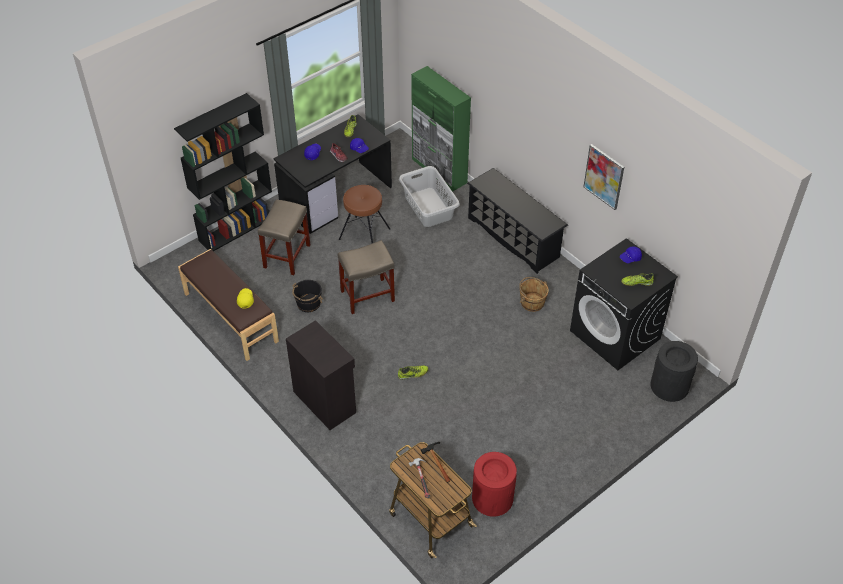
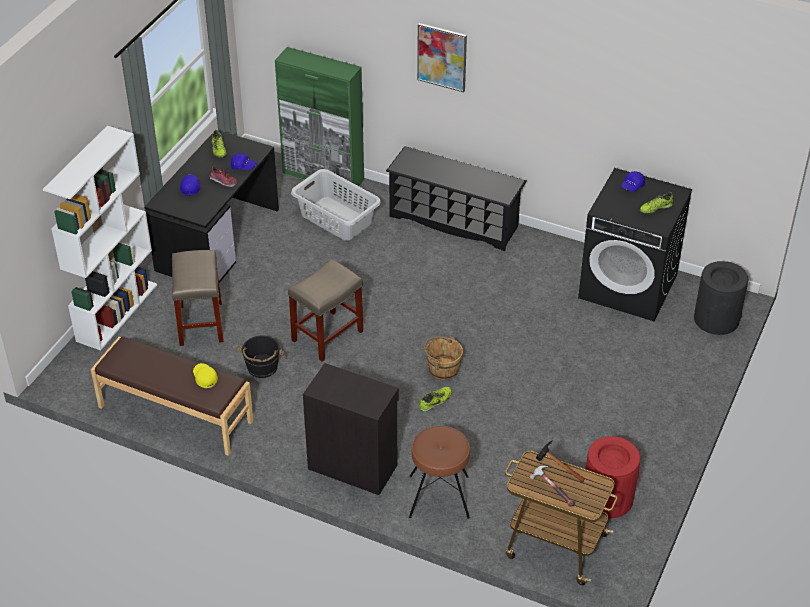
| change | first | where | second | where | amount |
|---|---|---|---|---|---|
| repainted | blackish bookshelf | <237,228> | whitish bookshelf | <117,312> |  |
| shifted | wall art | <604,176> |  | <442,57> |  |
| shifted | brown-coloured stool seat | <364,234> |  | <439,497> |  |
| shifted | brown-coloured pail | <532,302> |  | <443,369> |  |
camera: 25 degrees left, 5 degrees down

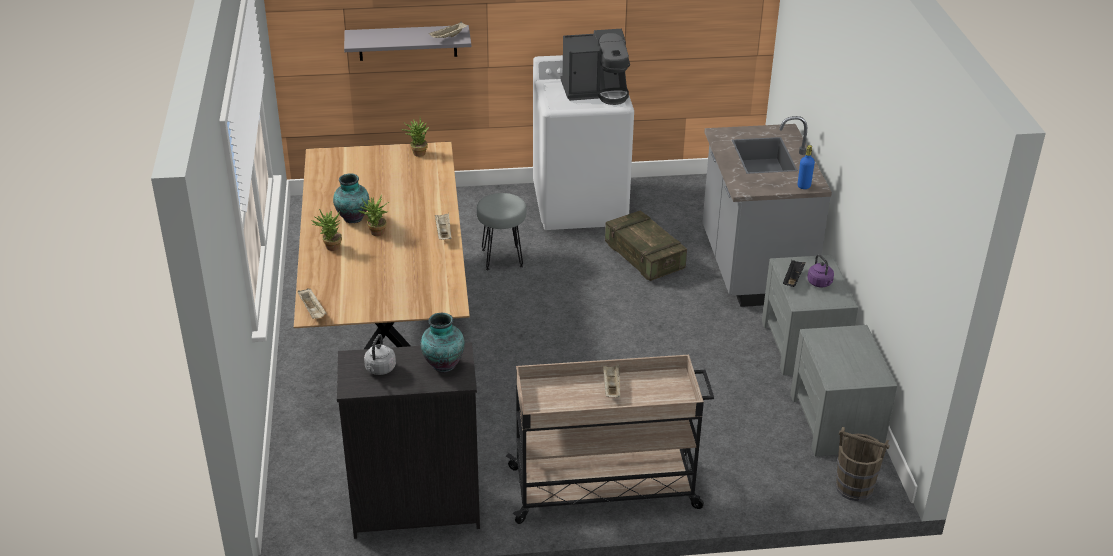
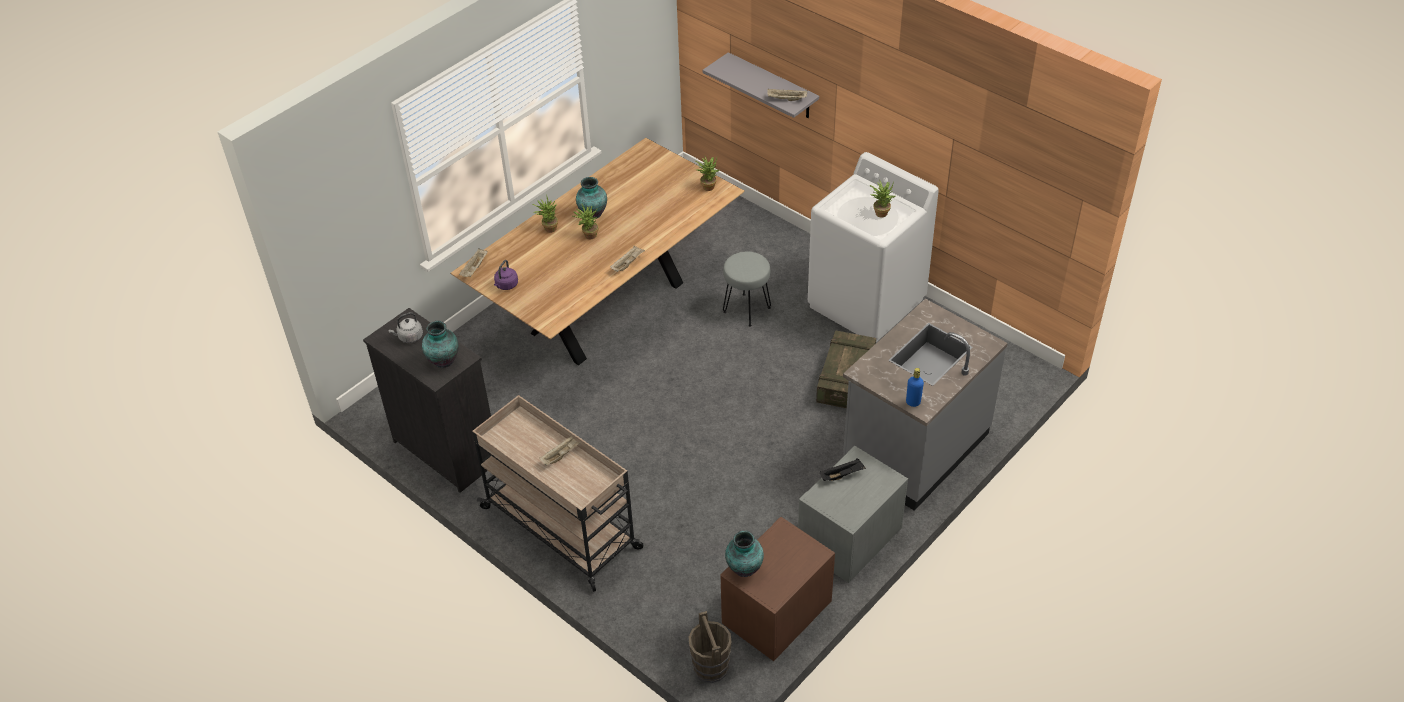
| change | first | where | second | where | amount |
|---|---|---|---|---|---|
| swapped | coffee maker | <596,91> | plant in a pot | <880,212> |  |
| shifted | purplish tea kettle | <820,283> |  | <506,285> |  |
| repainted | grey bedside table | <835,422> | brown-coloured bedside table | <776,612> |  |
| new |  |  | flower vase | <743,569> |  |
camera: 50 degrees right, 10 degrees up

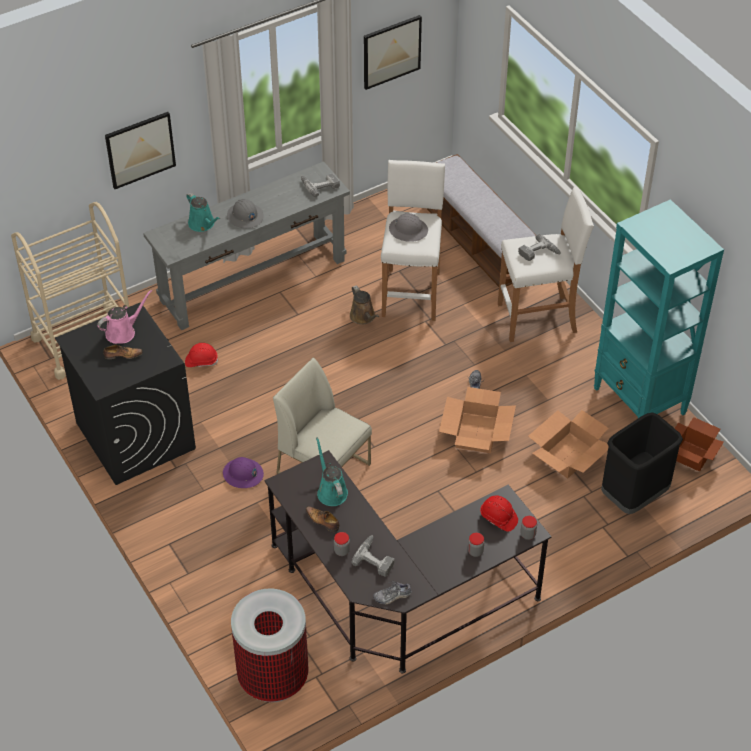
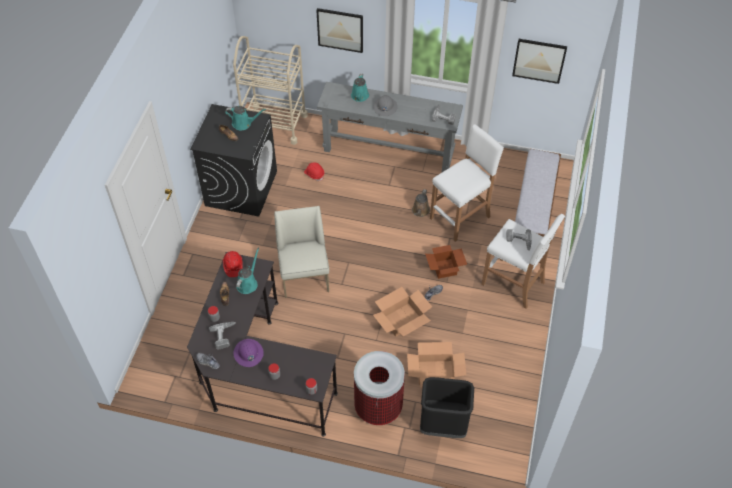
| change | first | where | second | where | amount |
|---|---|---|---|---|---|
| gone | blue-green bookshelf | <639,402> |  |  |  |
| gone | grey hard hat | <408,230> |  |  |  |
| repainted | pinkish sprinkling can | <123,332> | blue-green sprinkling can | <243,123> |  |
| shifted | cardboard box | <693,455> |  | <445,269> |  |
| shifted | purplish hard hat | <243,474> |  | <248,353> |  |
| shifted | reddish hard hat | <498,518> |  | <233,266> |  |
| shifted | waste bin | <273,678> |  | <378,407> |  |
camera: 45 degrees right, 5 degrees up

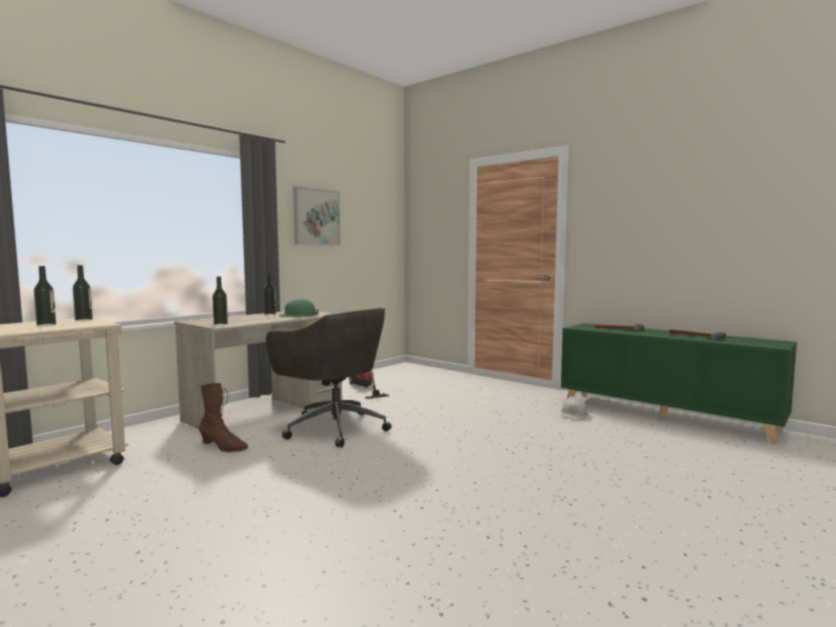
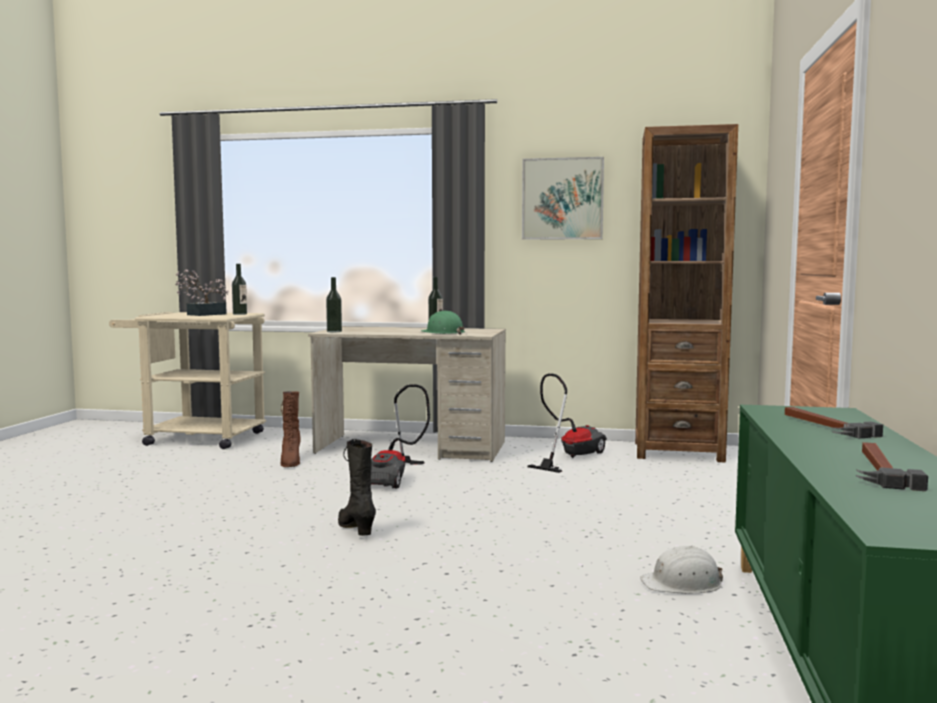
| change | first | where | second | where | amount |
|---|---|---|---|---|---|
| swapped | beverage bottle | <46,325> | plant in a pot | <202,314> |  |
| swapped | grey desk chair | <333,428> | hoover | <395,478> |  |
| new |  |  | brown-coloured bookshelf | <678,452> |  |
| new |  |  | blackish tall boot | <356,528> |  |
camera: 60 degrees right, 0 degrees up

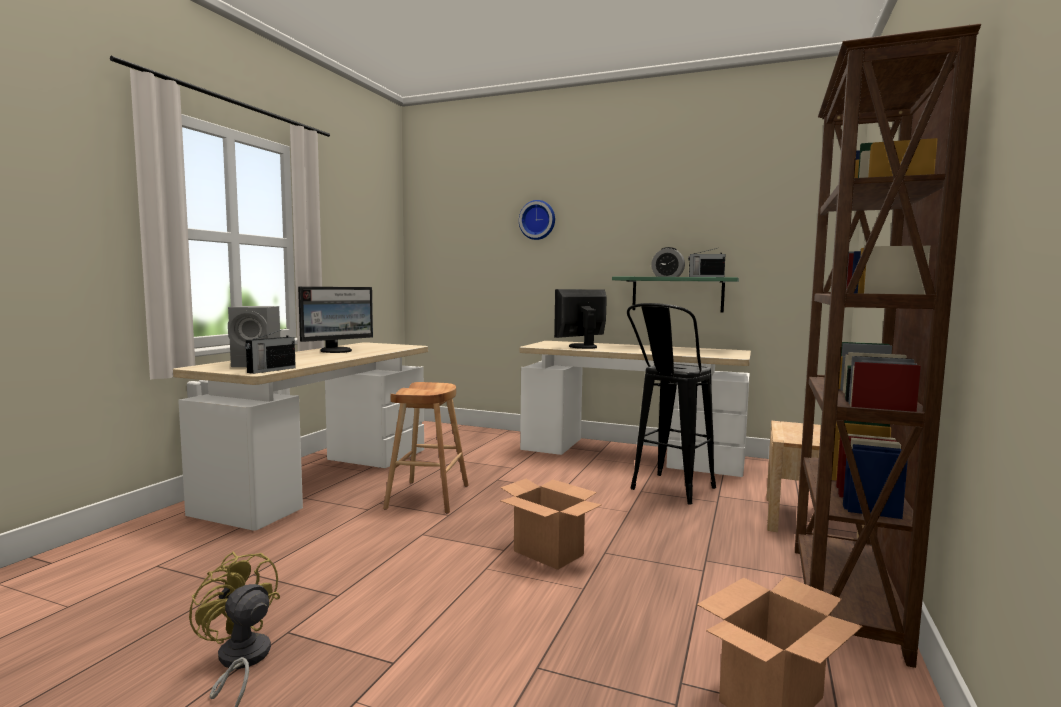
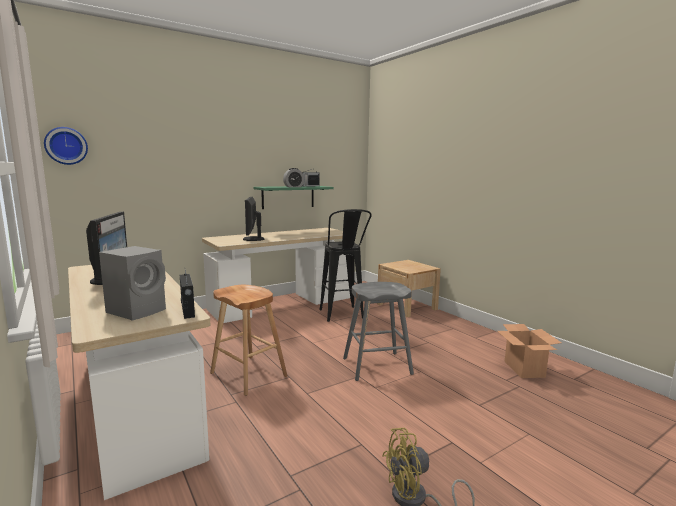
| change | first | where | second | where | amount |
|---|---|---|---|---|---|
| gone | brown-coloured bookshelf | <842,599> |  |  |  |
| shifted | wall clock | <538,220> |  | <66,146> |  |
| swapped | cardboard box | <549,553> | grey stool seat | <376,366> |  |
camera: 55 degrees left, 5 degrees up

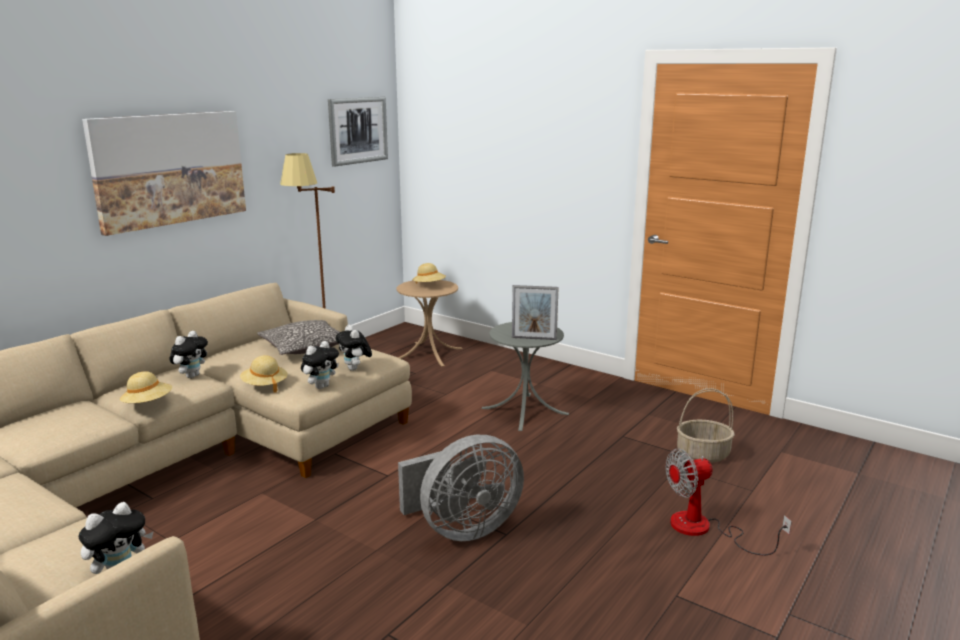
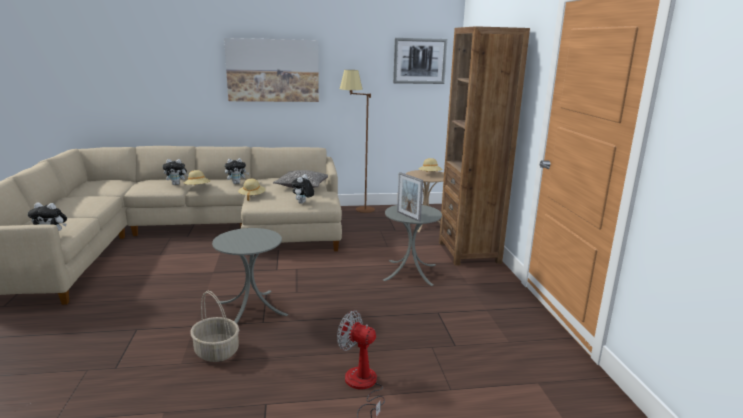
| change | first | where | second | where | amount |
|---|---|---|---|---|---|
| shifted | soft toy | <321,386> |  | <177,184> |  |
| shifted | storage basket | <703,454> |  | <217,351> |  |
| swapped | grey electric fan | <462,529> | grey side table | <251,308> |  |
| new |  |  | brown-coloured bookshelf | <469,252> |  |
camera: 45 degrees right, 0 degrees up

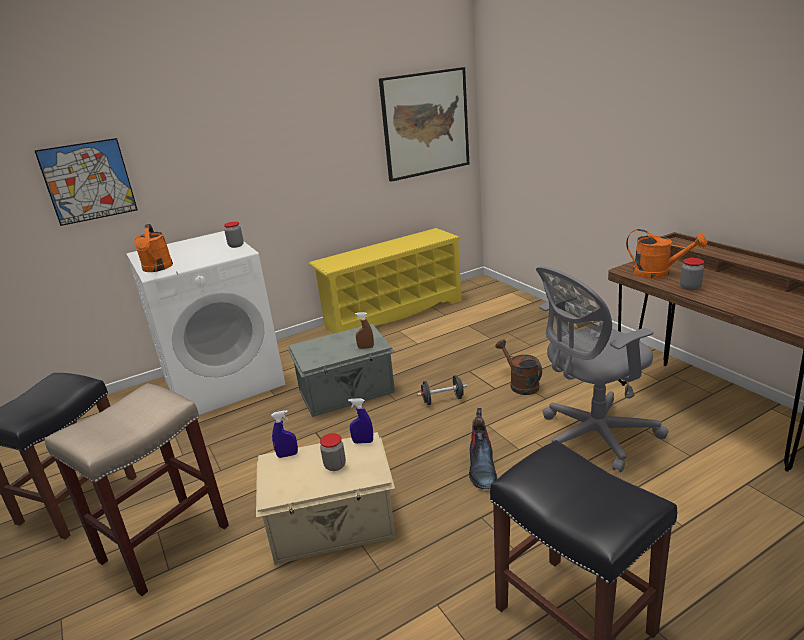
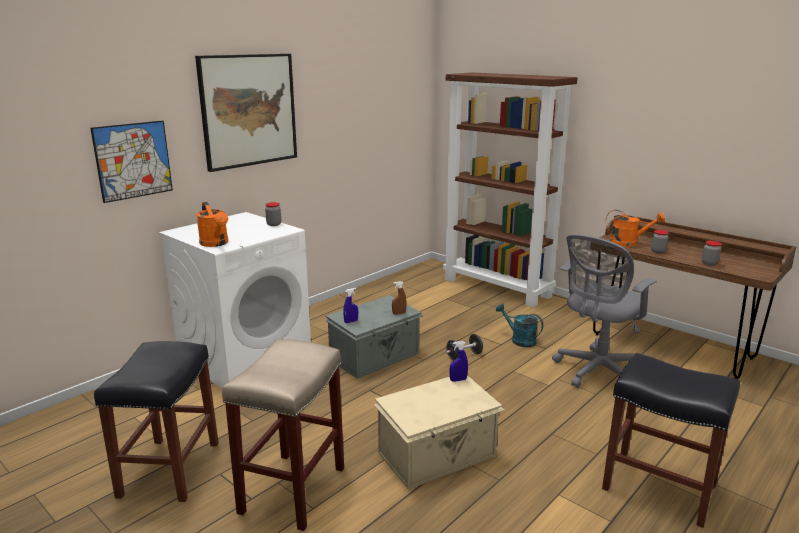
| change | first | where | second | where | amount |
|---|---|---|---|---|---|
| shifted | wall art | <425,124> |  | <249,110> |  |
| gone | yellowish shoe shelf | <393,313> |  |  |  |
| repainted | brown-coloured sprinkling can | <520,384> | blue-green sprinkling can | <519,340> |  |
| gone | tall boot | <482,467> |  |  |  |
| shifted | blue-coloured spray bottle | <287,455> |  | <351,321> |  |
| shifted | preserve jar | <335,465> |  | <709,263> |  |
| new |  |  | brown-coloured bookshelf | <498,288> |  |
camera: 20 degrees left, 5 degrees down

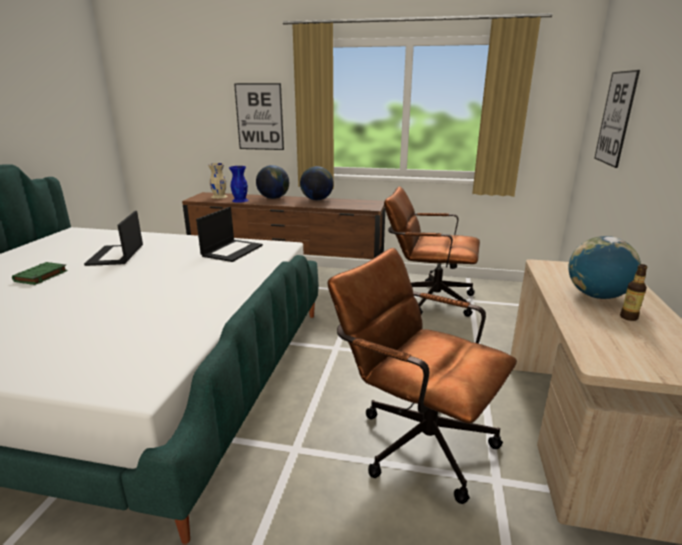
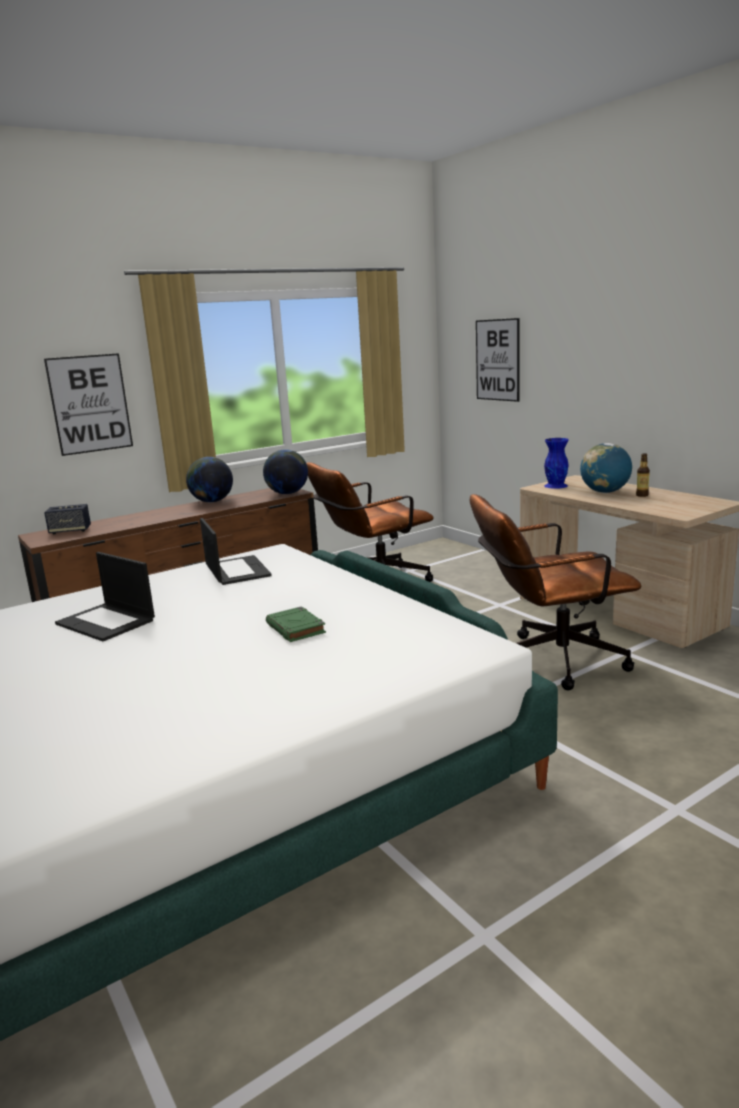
| change | first | where | second | where | amount |
|---|---|---|---|---|---|
| swapped | beige flower vase | <219,196> | speaker | <70,531> |  |
| shifted | globe | <273,198> |  | <287,493> |  |
| shifted | blue-coloured flower vase | <240,200> |  | <556,485> |  |
| shifted | green volume | <41,276> |  | <296,629> |  |
camera: 45 degrees left, 5 degrees down

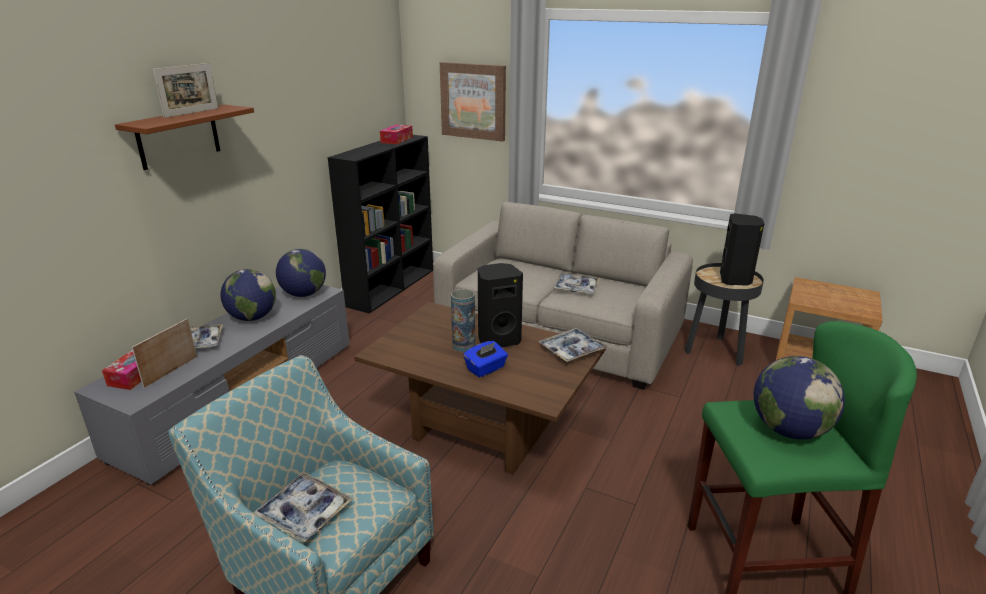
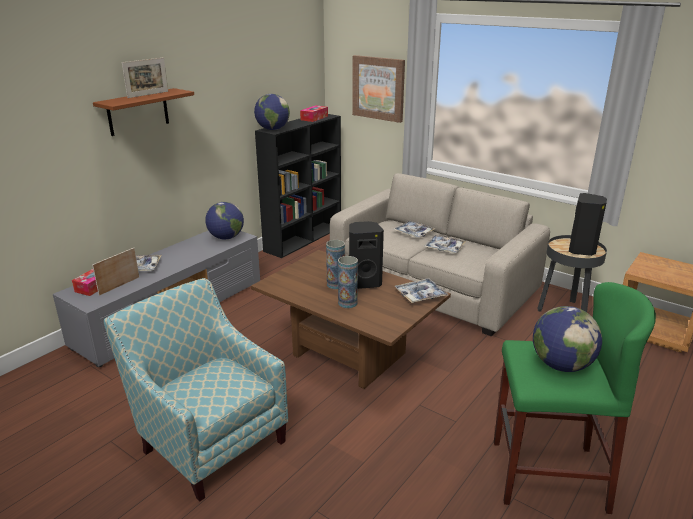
| change | first | where | second | where | amount |
|---|---|---|---|---|---|
| shifted | globe | <252,318> |  | <272,129> |  |
| swapped | blue-coloured tissue holder | <486,369> | flower vase | <347,303> |  |
| shifted | tray | <304,513> |  | <413,233> |  |
camera: 10 degrees right, 0 degrees up

